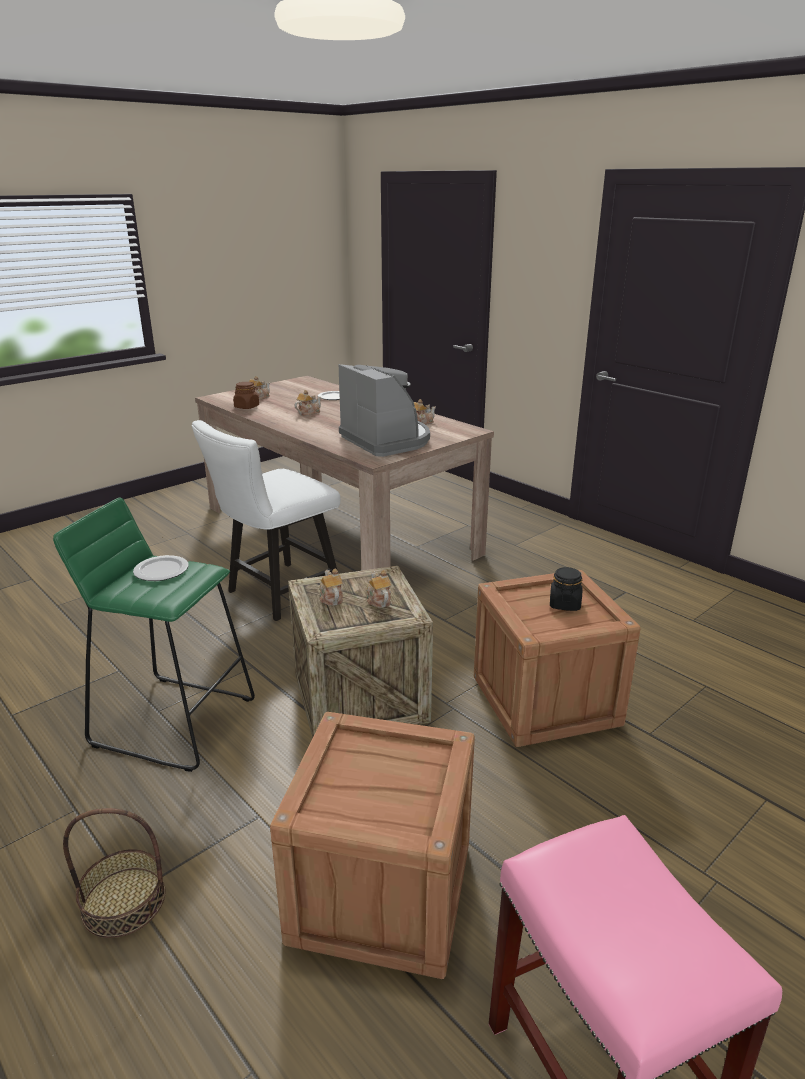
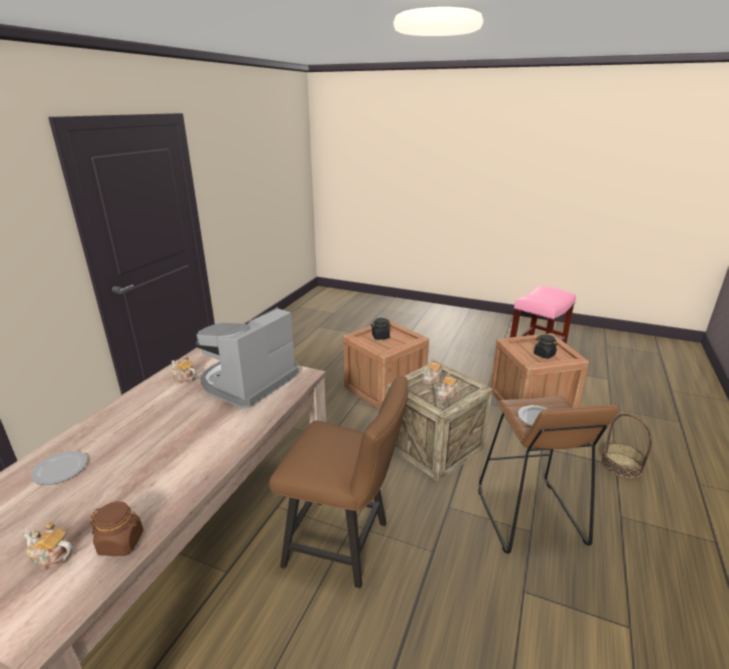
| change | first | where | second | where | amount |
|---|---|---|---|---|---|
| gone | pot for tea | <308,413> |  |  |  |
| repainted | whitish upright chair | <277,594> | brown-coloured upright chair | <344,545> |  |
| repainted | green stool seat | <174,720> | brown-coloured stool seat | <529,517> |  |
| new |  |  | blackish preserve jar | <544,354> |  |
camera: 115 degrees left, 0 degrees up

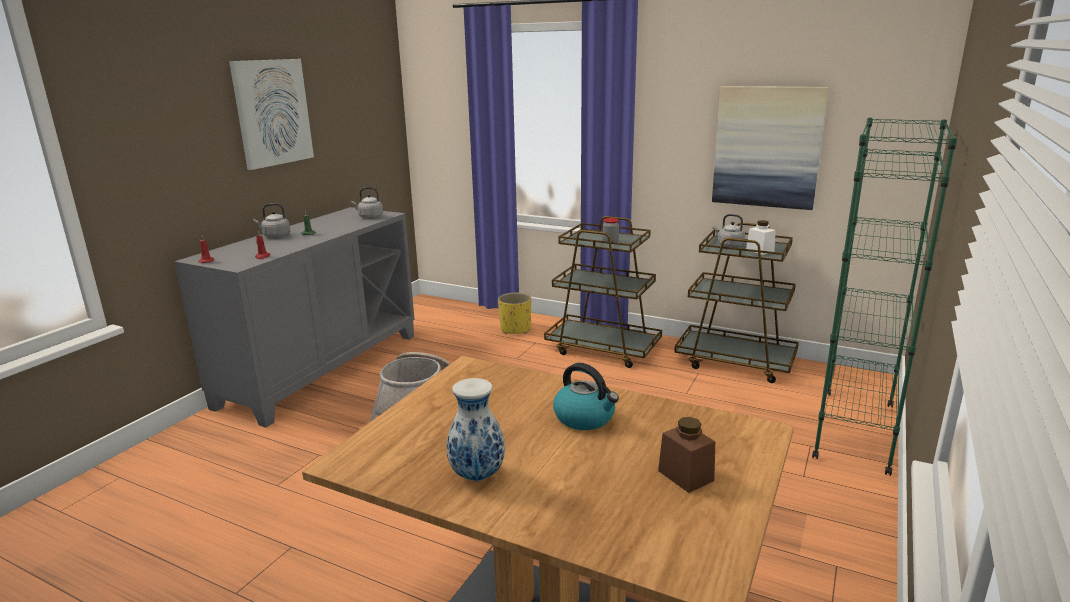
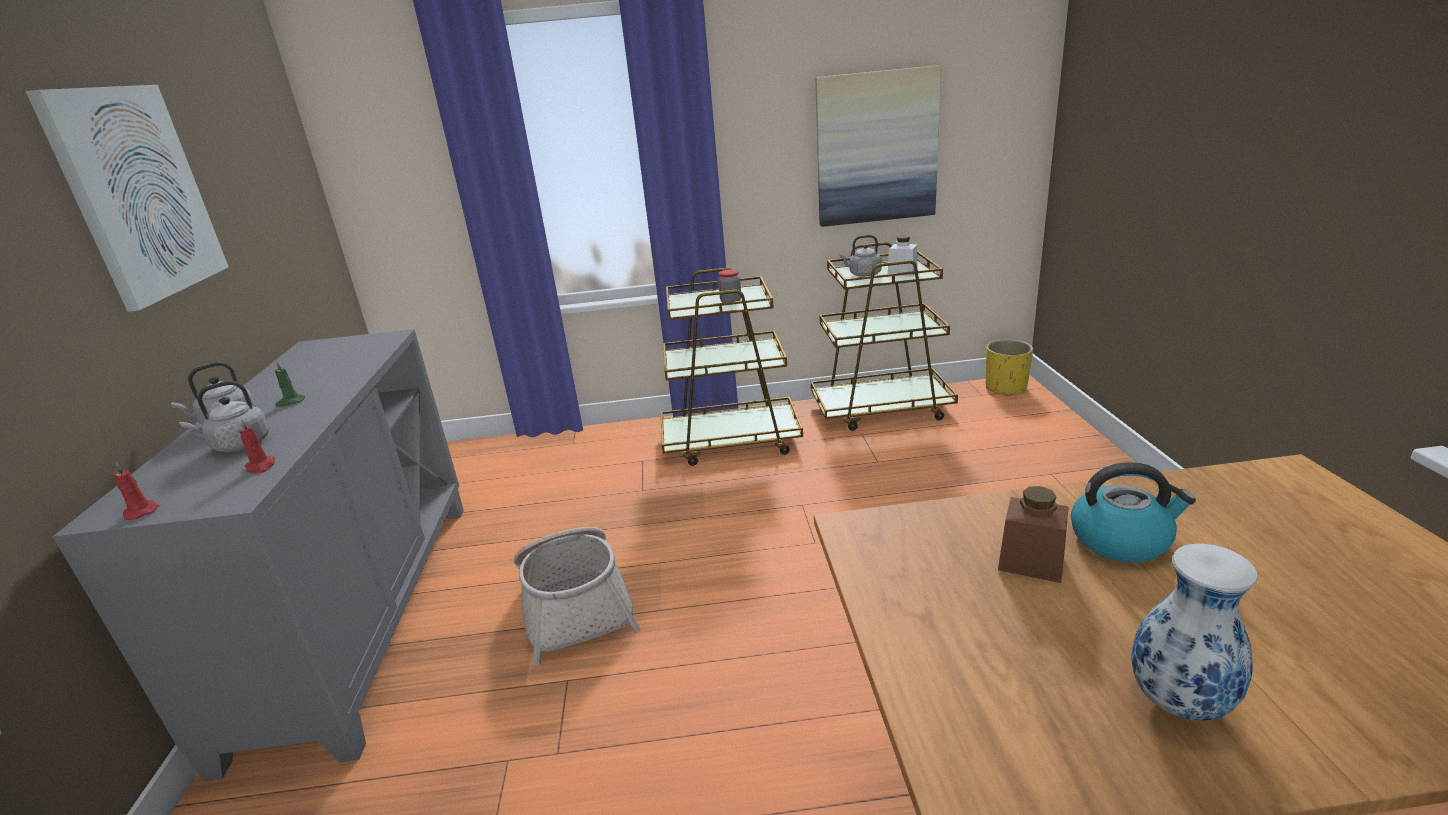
| change | first | where | second | where | amount |
|---|---|---|---|---|---|
| gone | green bookshelf | <855,430> |  |  |  |
| shifted | grey tea kettle | <369,217> |  | <238,445> |  |
| shifted | yellowish planter | <515,329> |  | <1006,388> |  |
| shifted | brown-coloured preserve jar | <685,476> |  | <1031,562> |  |
camera: 30 degrees left, 5 degrees up

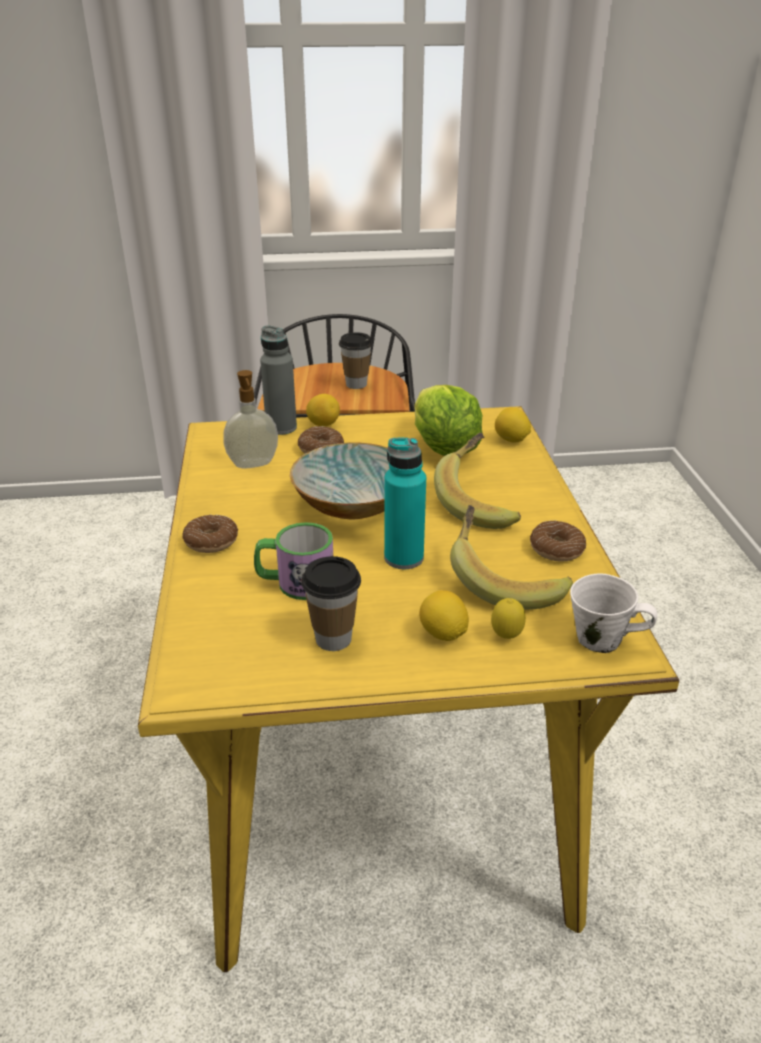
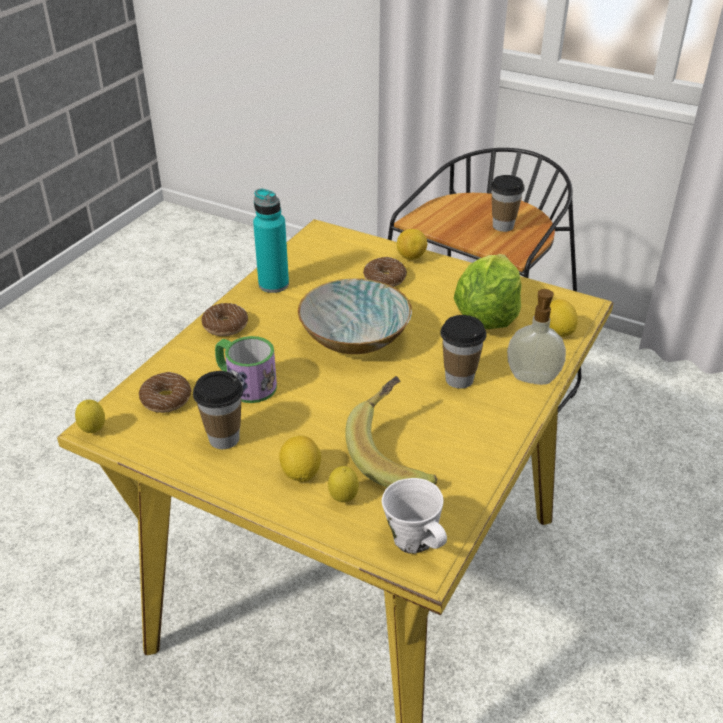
| change | first | where | second | where | amount |
|---|---|---|---|---|---|
| gone | grey beverage bottle | <281,428> |  |  |  |
| shifted | soap bottle | <253,464> |  | <532,379> |  |
| swapped | banana fruit | <481,502> | drinking cup | <459,379> |  |
| shifted | blue-green beverage bottle | <403,558> |  | <273,284> |  |
| shifted | ring doughnut | <556,549> |  | <166,399> |  |
| new |  |  | whole lemon | <94,431> |  |
camera: 35 degrees right, 5 degrees up

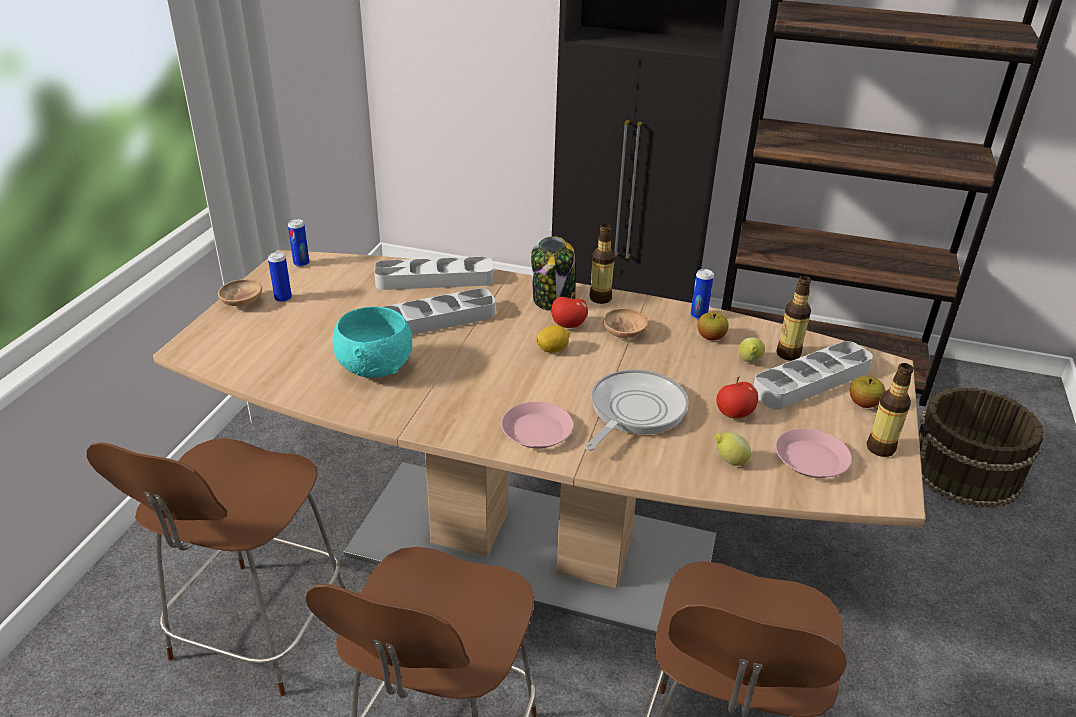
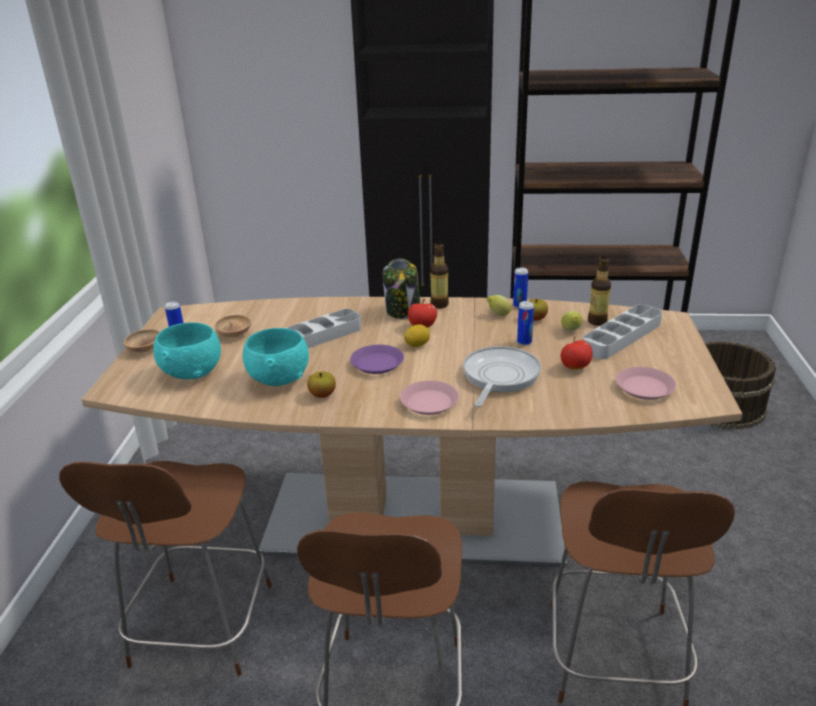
| change | first | where | second | where | amount |
|---|---|---|---|---|---|
| shifted | metal can | <301,263> |  | <524,342> |  |
| gone | grey tray | <434,279> |  |  |  |
| shifted | brown-coloured deep dish | <624,333> |  | <234,334> |  |
| gone | beverage bottle | <880,448> |  |  |  |
| shifted | apple fruit | <863,404> |  | <322,395> |  |
| shifted | whole lemon | <729,461> |  | <498,315> |  |
| new |  |  | blue-green deep dish | <193,372> |  |
| new |  |  | purplish plate | <377,363> |  |
camera: 10 degrees left, 5 degrees down

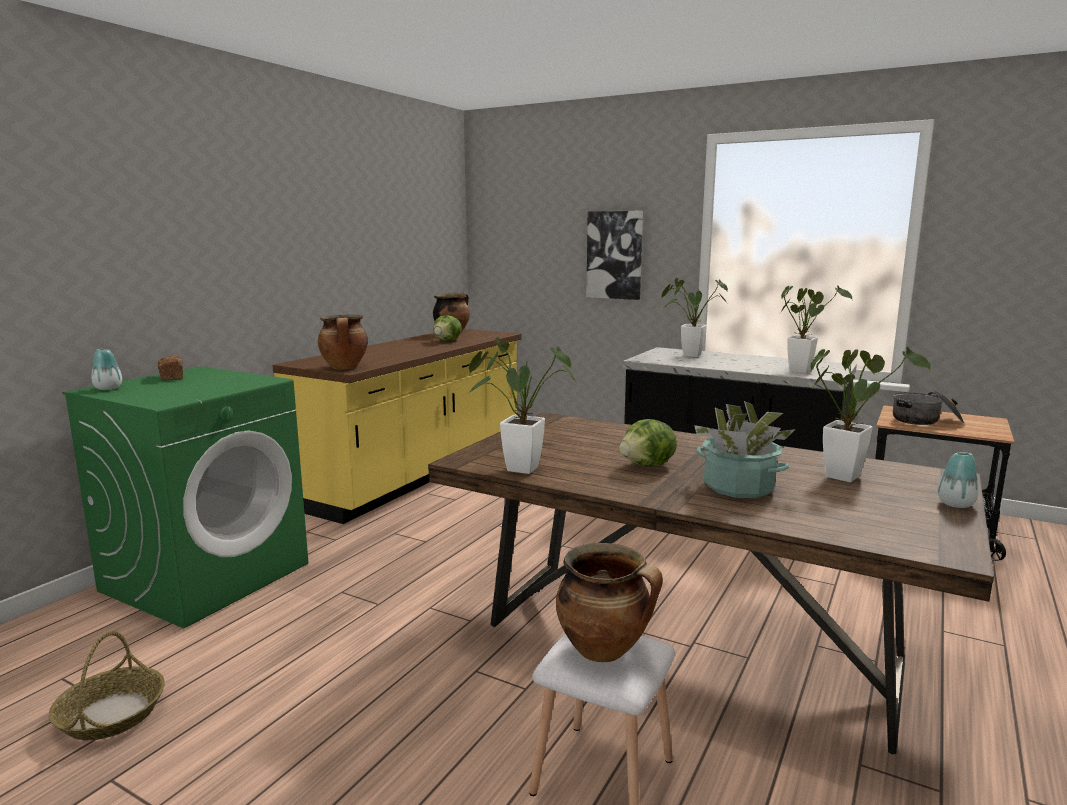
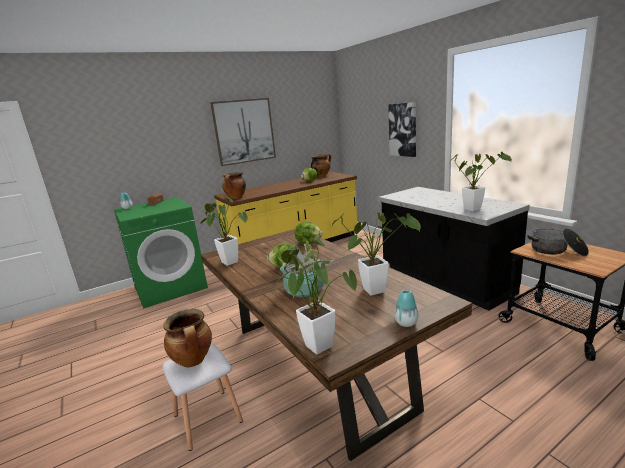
| change | first | where | second | where | amount |
|---|---|---|---|---|---|
| shifted | plant in a pot | <687,355> |  | <315,343> |  |
| gone | storage basket | <111,714> |  |  |  |
| new |  |  | wall art | <244,131> |  |
| new |  |  | lettuce head | <308,242> |  |
camera: 30 degrees right, 5 degrees up

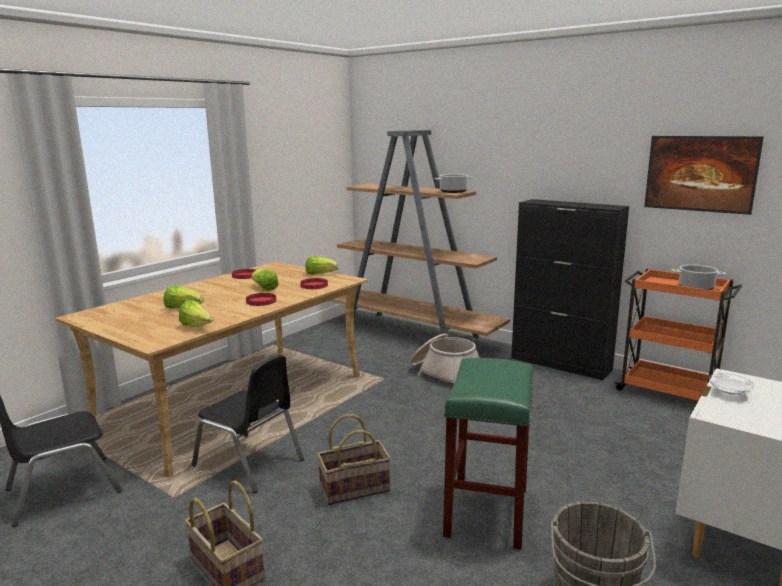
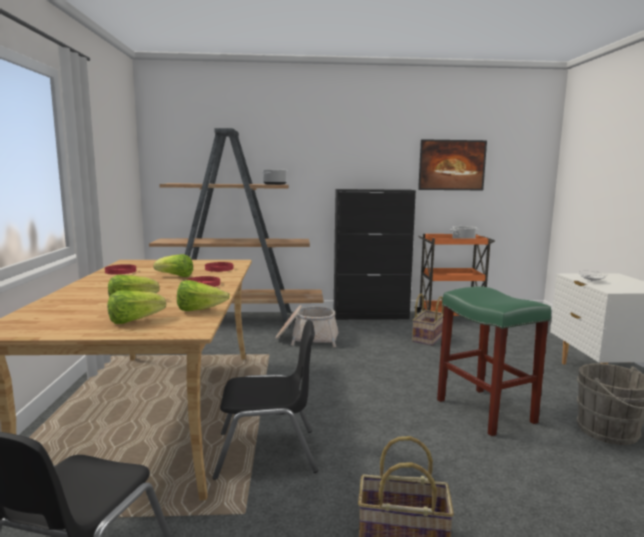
| change | first | where | second | where | amount |
|---|---|---|---|---|---|
| shifted | lettuce head | <320,274> |  | <134,321> |  |
| shifted | storage basket | <354,488> |  | <427,338> |  |
camera: 40 degrees left, 5 degrees down

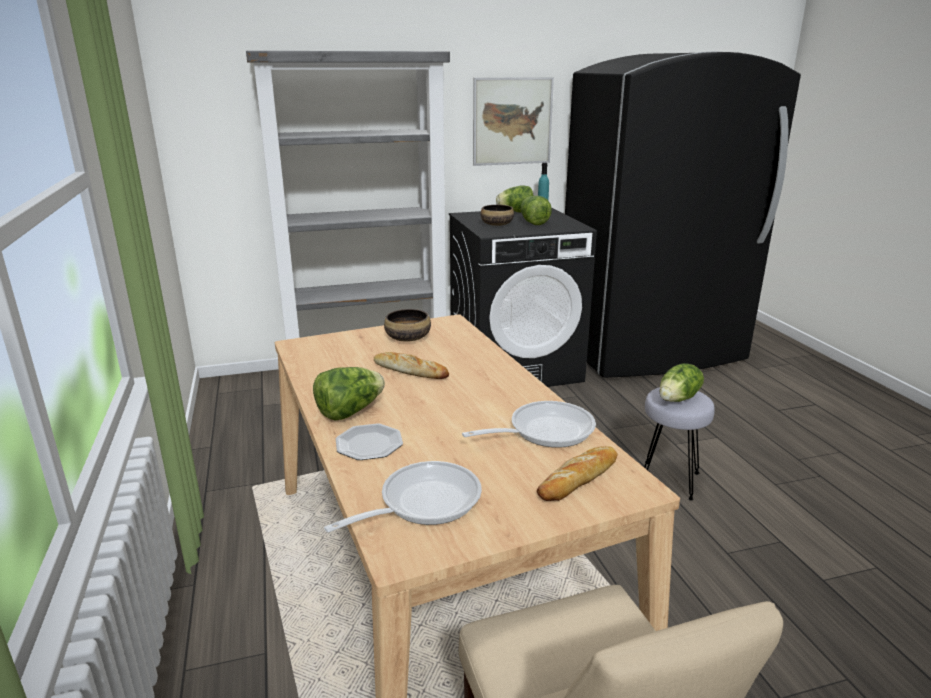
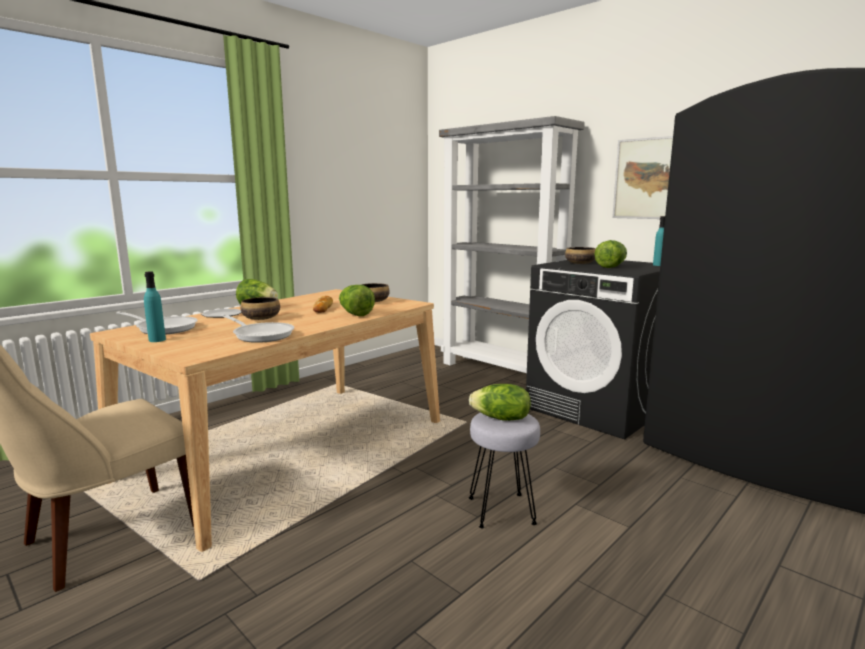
| change | first | where | second | where | amount |
|---|---|---|---|---|---|
| shifted | lettuce head | <516,212> |  | <355,314> |  |
| gone | bread | <579,478> |  |  |  |
| new |  |  | blue-green beverage bottle | <157,340> |  |
| new |  |  | deep dish | <261,319> |  |
camera: 60 degrees right, 10 degrees down

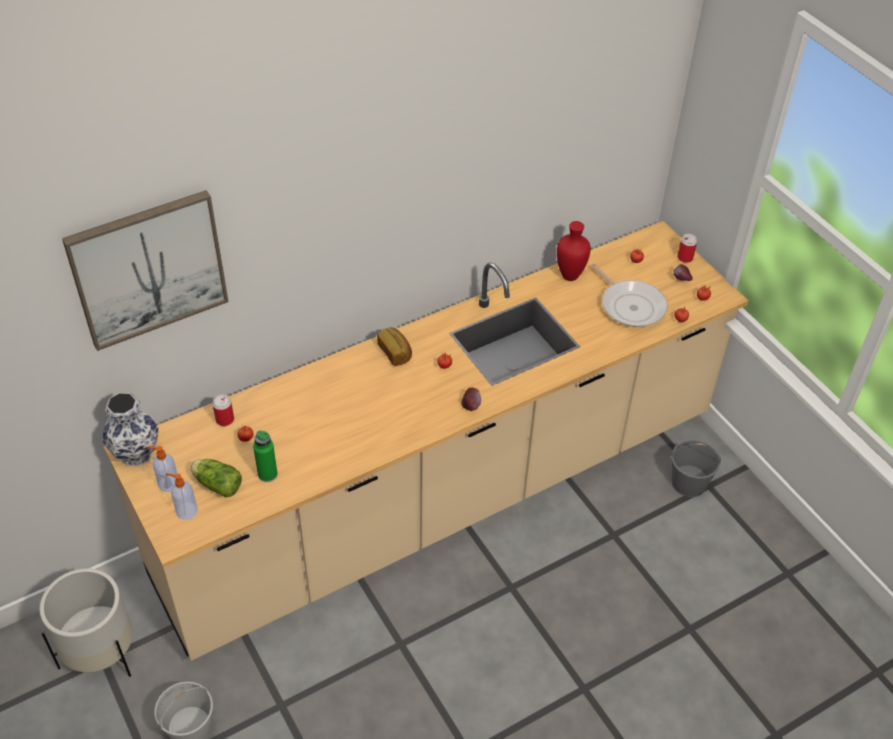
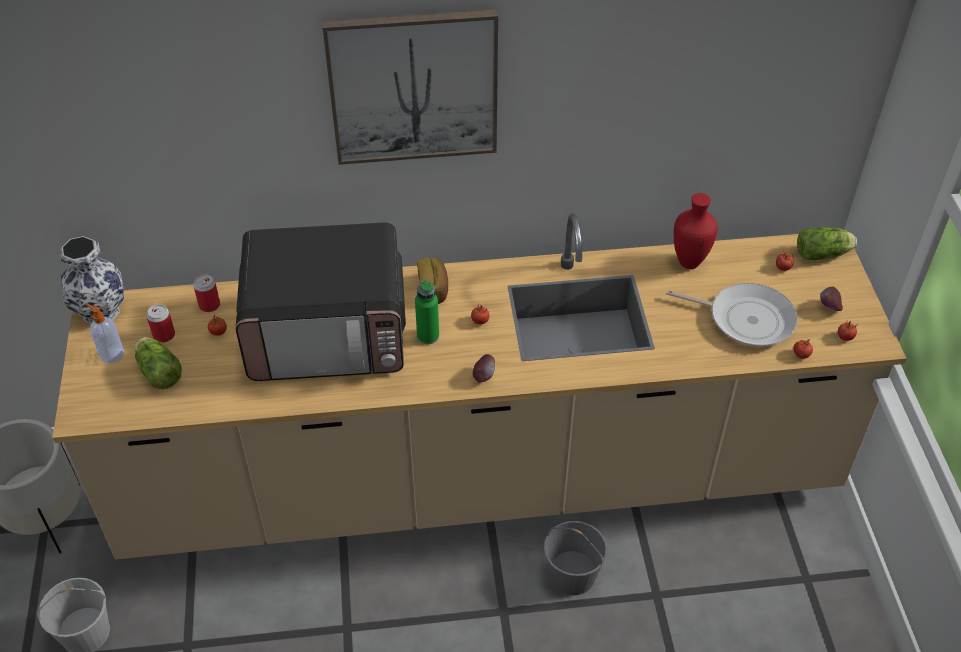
| change | first | where | second | where | amount |
|---|---|---|---|---|---|
| shifted | wall art | <148,268> |  | <413,86> |  |
| shifted | metal can | <685,257> |  | <164,335> |  |
| rotated | pan | <630,305> |  | <746,319> | 60 degrees counterclockwise |
| shifted | green beverage bottle | <267,474> |  | <428,336> |  |
| shifted | grey pail | <689,482> |  | <573,575> |  |
| gone | soap bottle | <186,511> |  |  |  |
| new |  |  | kitchen microwave | <328,333> |  |
| new |  |  | lettuce head | <824,254> |  |
camera: 25 degrees right, 0 degrees up

